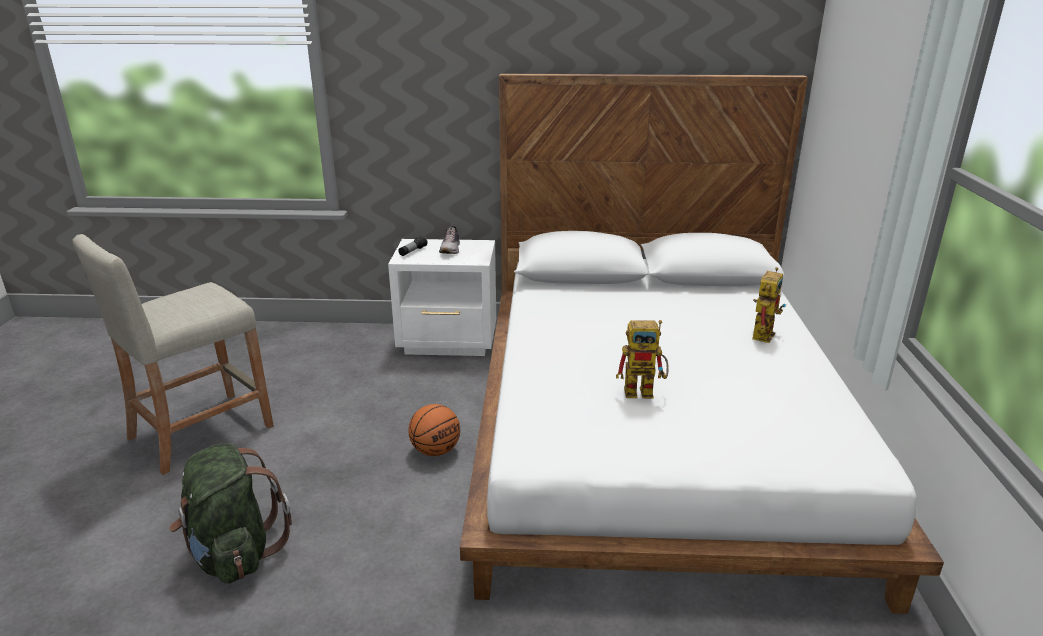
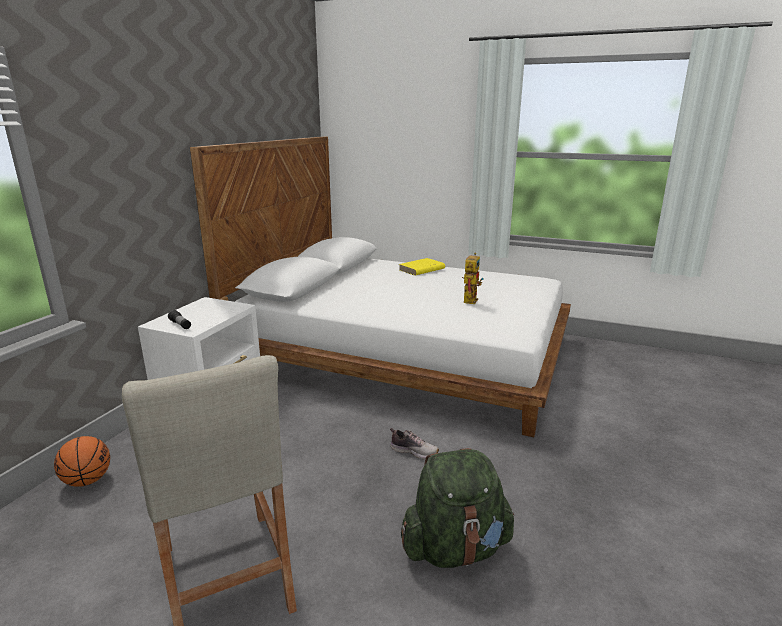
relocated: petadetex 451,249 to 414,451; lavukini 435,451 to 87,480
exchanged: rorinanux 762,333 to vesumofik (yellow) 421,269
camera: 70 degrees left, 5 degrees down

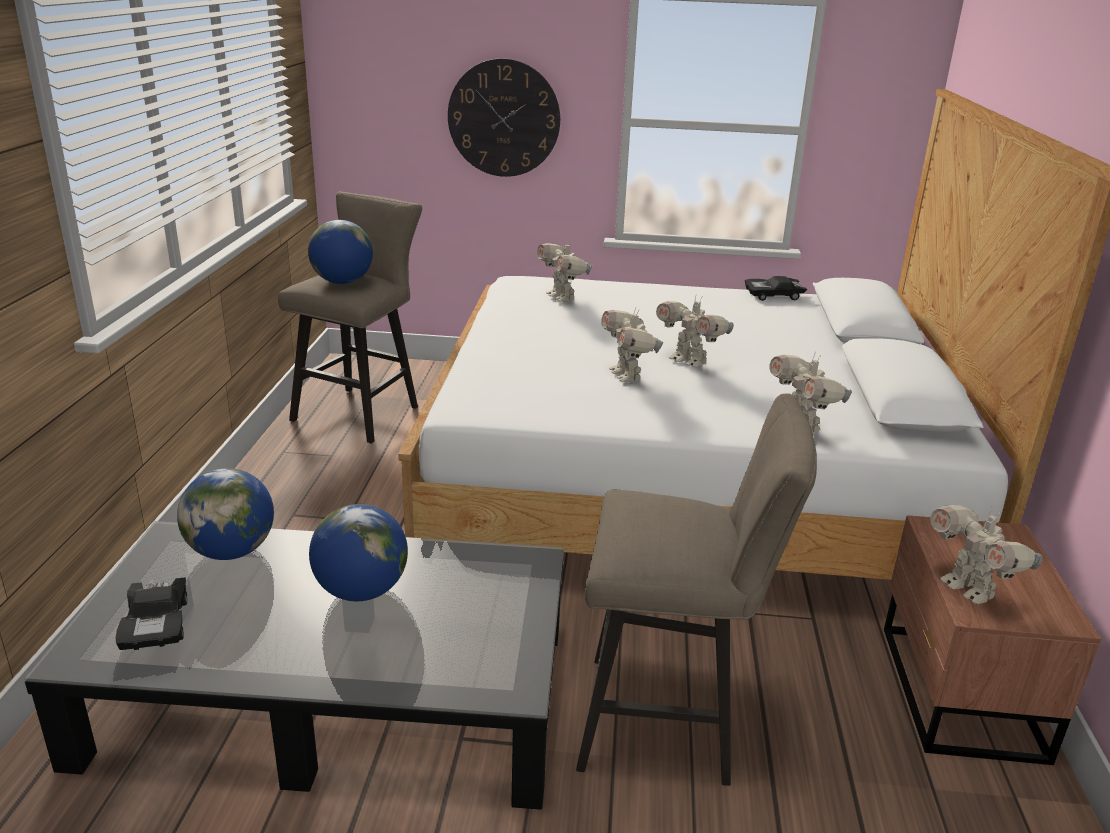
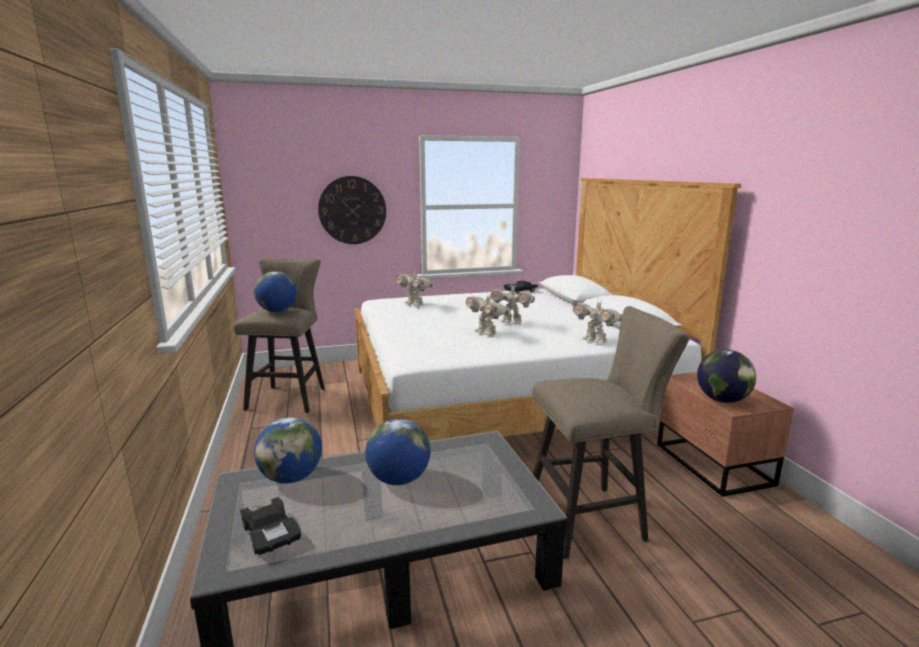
exchanged: rorinanux 969,589 to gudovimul 722,400
camera: 20 degrees left, 10 degrees down

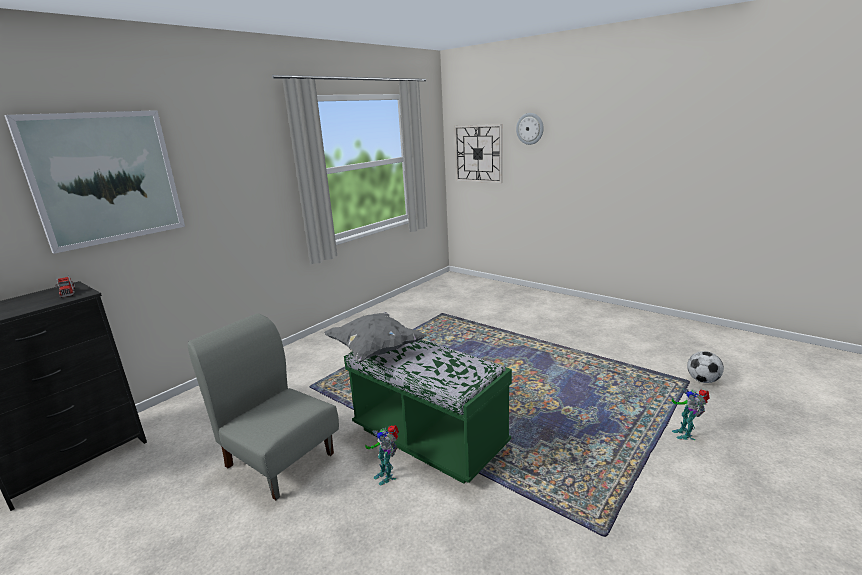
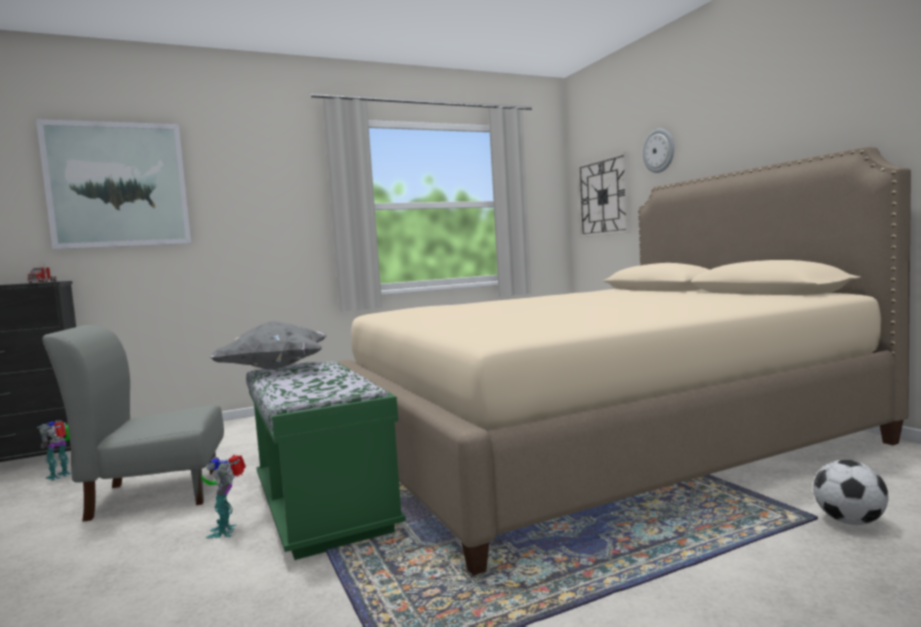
appeared: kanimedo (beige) 599,443
relocated: rorinanux 685,433 to 61,476
spun: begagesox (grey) 279,459 = 155,494 75 degrees counterclockwise
camera: 25 degrees right, 15 degrees down

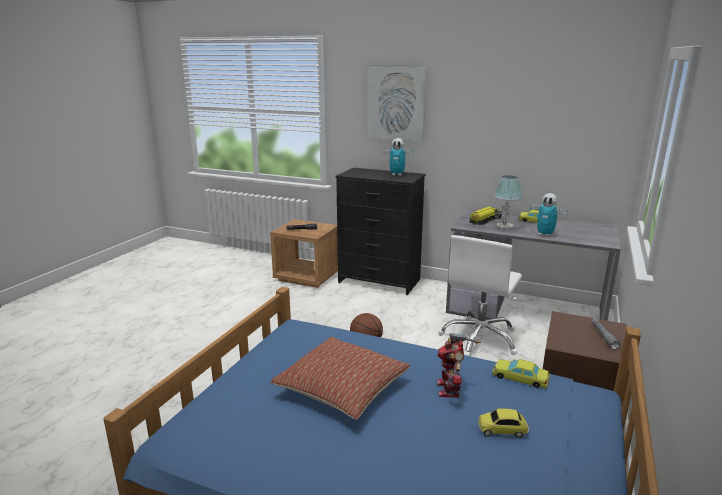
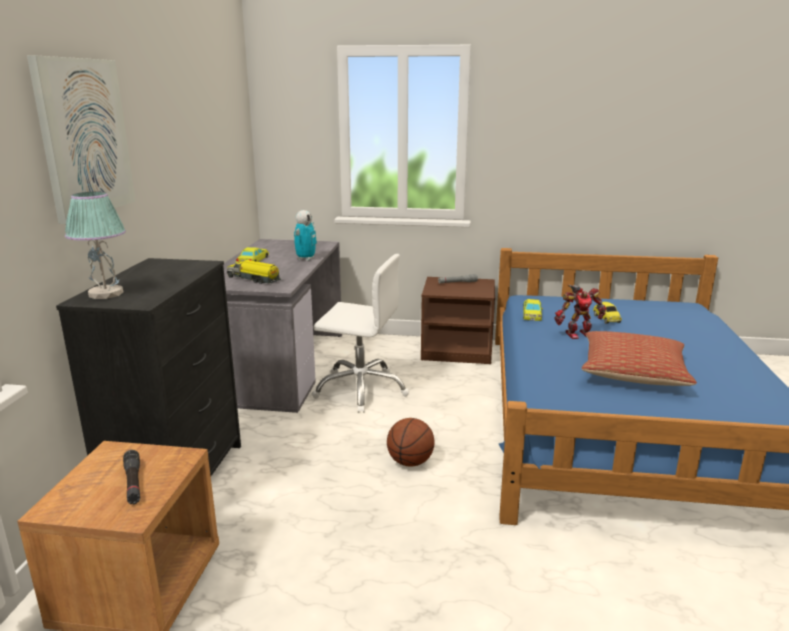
missing: rorinanux 397,175
relocated: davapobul 505,227 to 106,294
camera: 105 degrees left, 0 degrees up

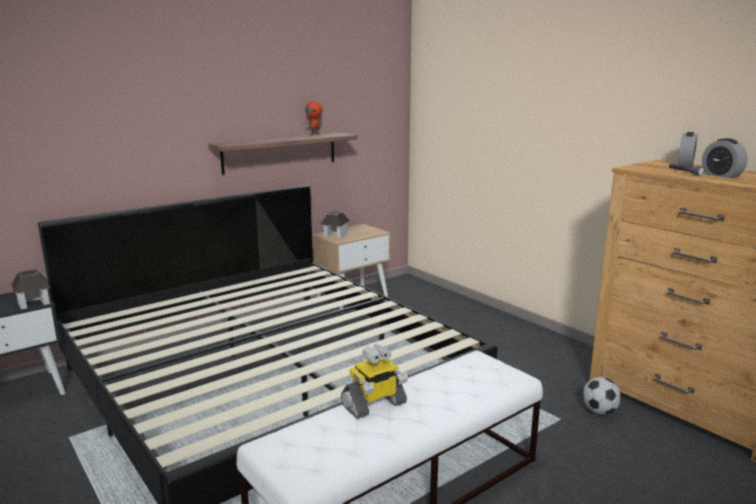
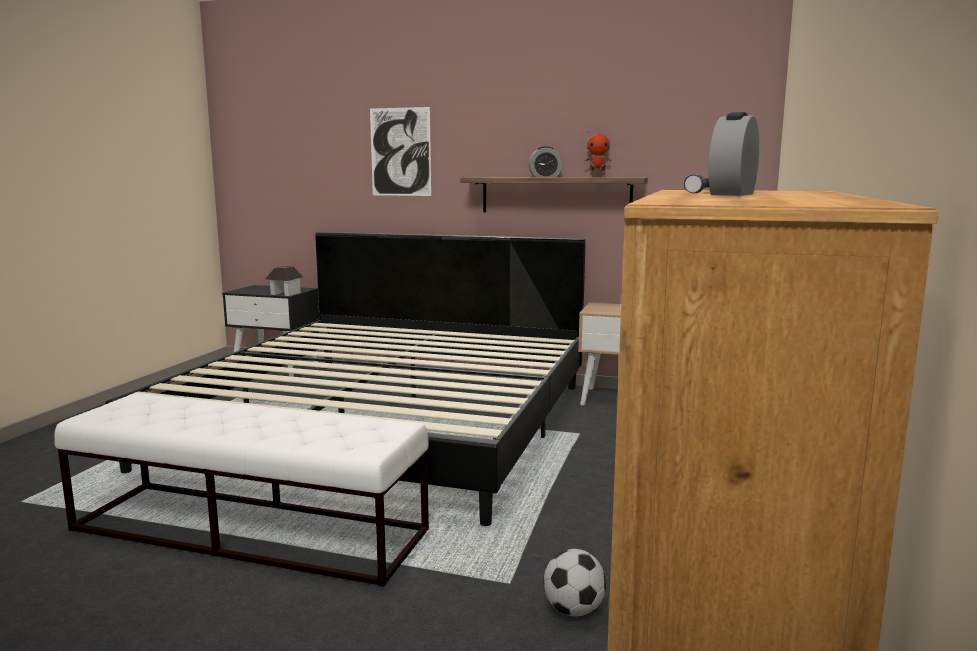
missing: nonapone 335,235; rorinanux 374,405
appeared: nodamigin 400,152
relocated: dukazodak 685,166 to 545,177
camera: 55 degrees right, 5 degrees down

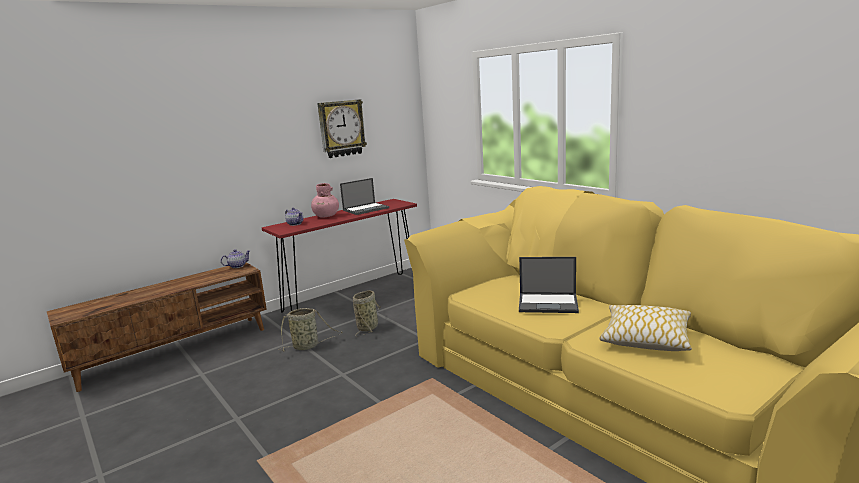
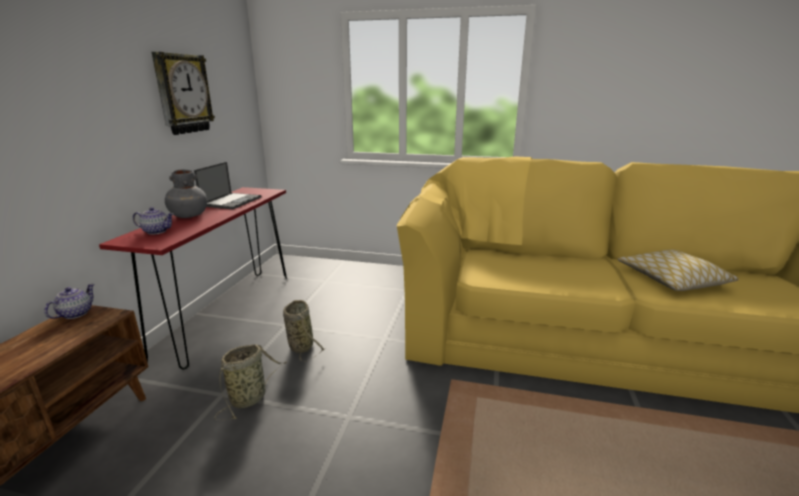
missing: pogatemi 549,303
colour: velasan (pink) 326,216 to velasan (grey) 188,215
camera: 40 degrees left, 5 degrees up

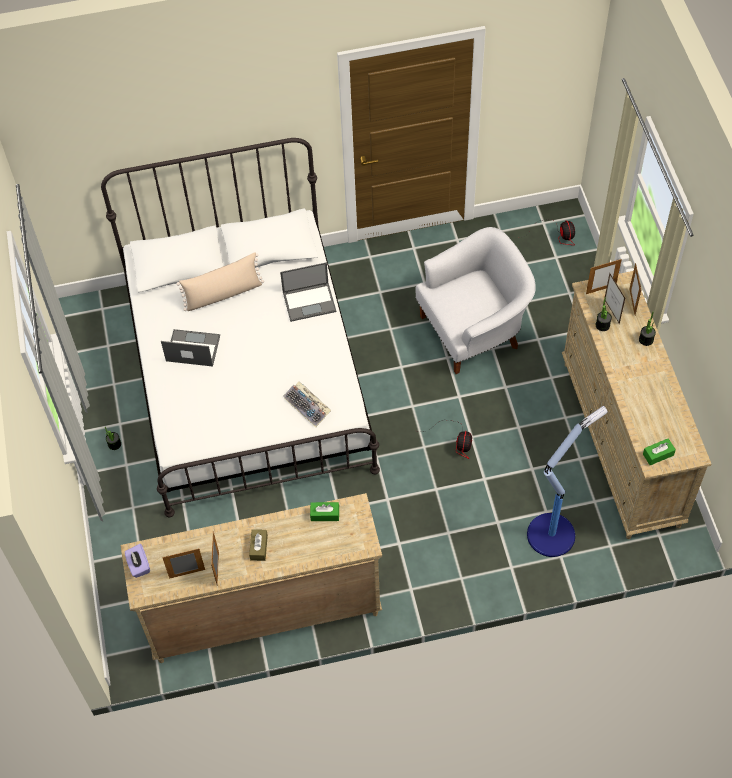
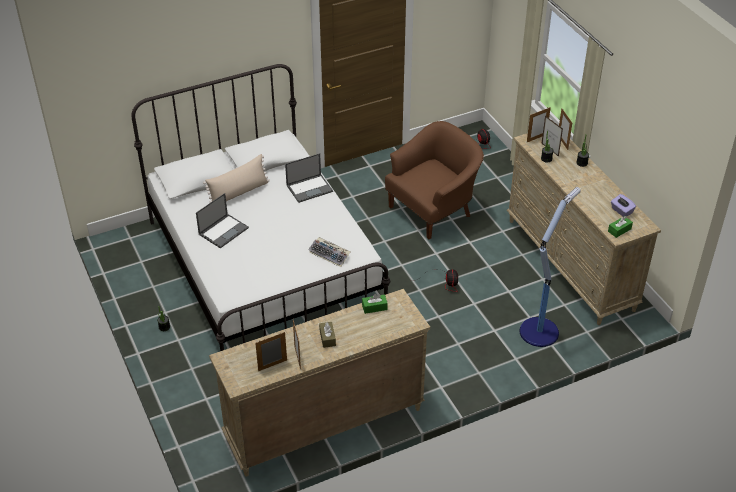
relocated: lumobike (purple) 139,565 to 621,211
colour: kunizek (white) 474,331 to kunizek (brown) 433,210
spun: pogatemi 192,348 = 224,231 135 degrees clockwise
camera: 15 degrees left, 15 degrees down

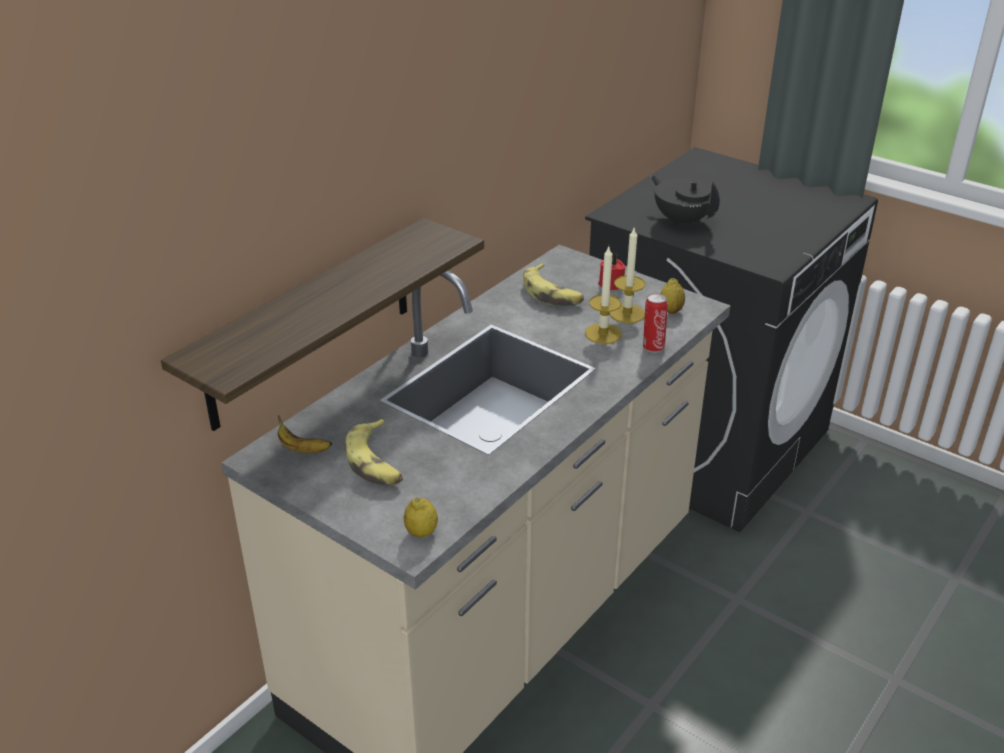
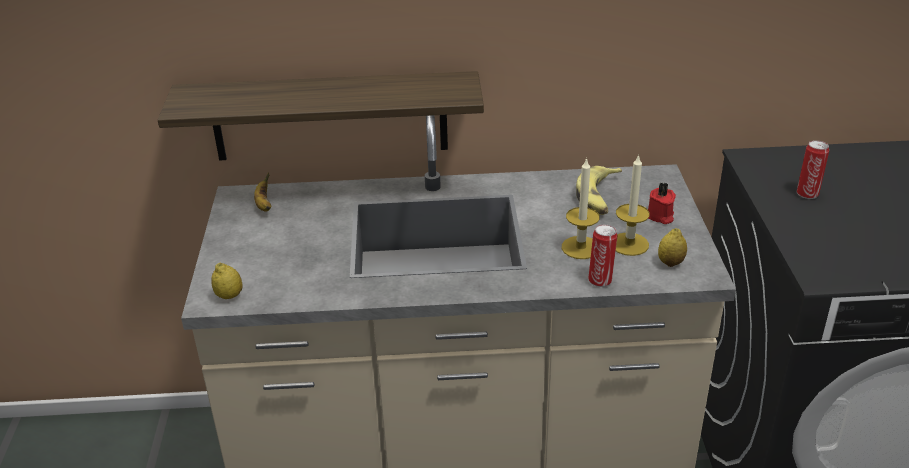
missing: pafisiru 376,462
exchanged: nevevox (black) 682,220 to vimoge 807,193
camera: 50 degrees right, 0 degrees up

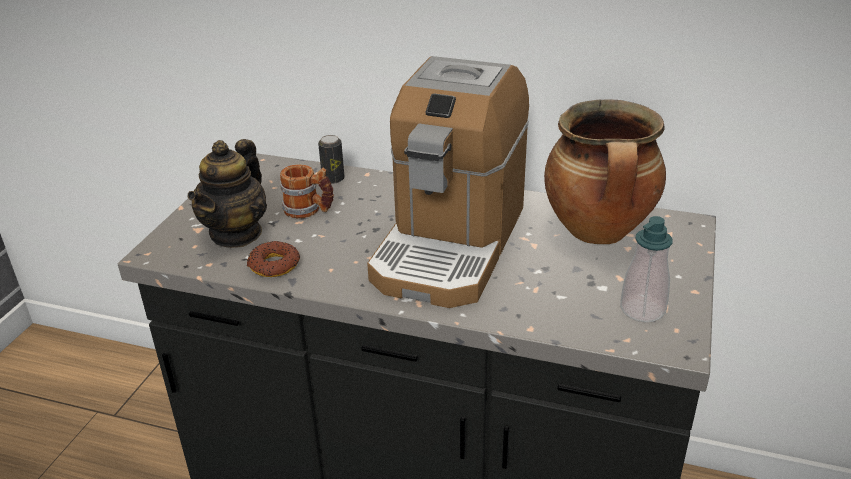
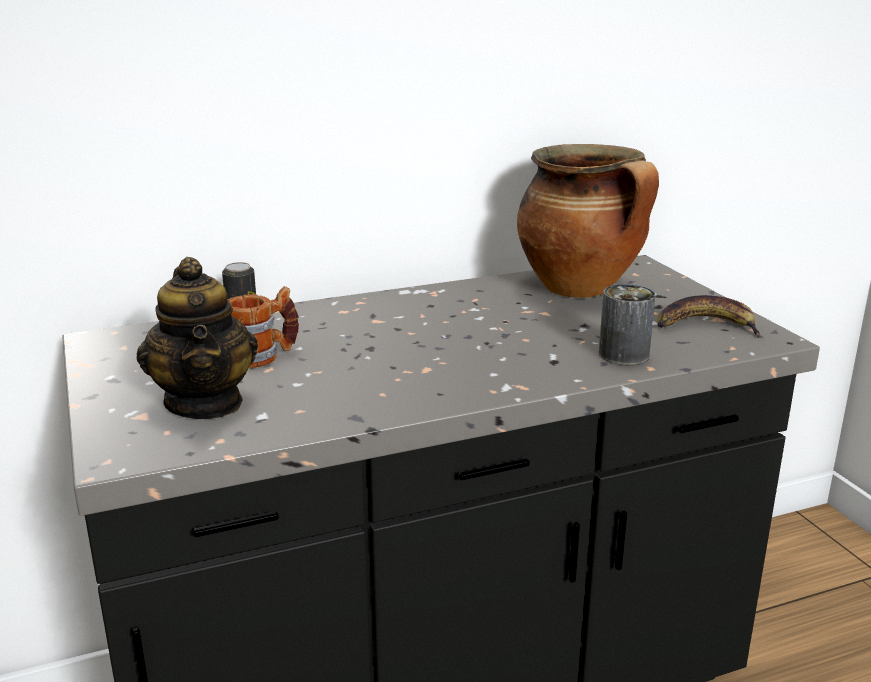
missing: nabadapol 450,243; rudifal 274,265
appeared: vimoge 623,354
exchanged: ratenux 642,309 to pafisiru 707,325
camera: 40 degrees left, 10 degrees down

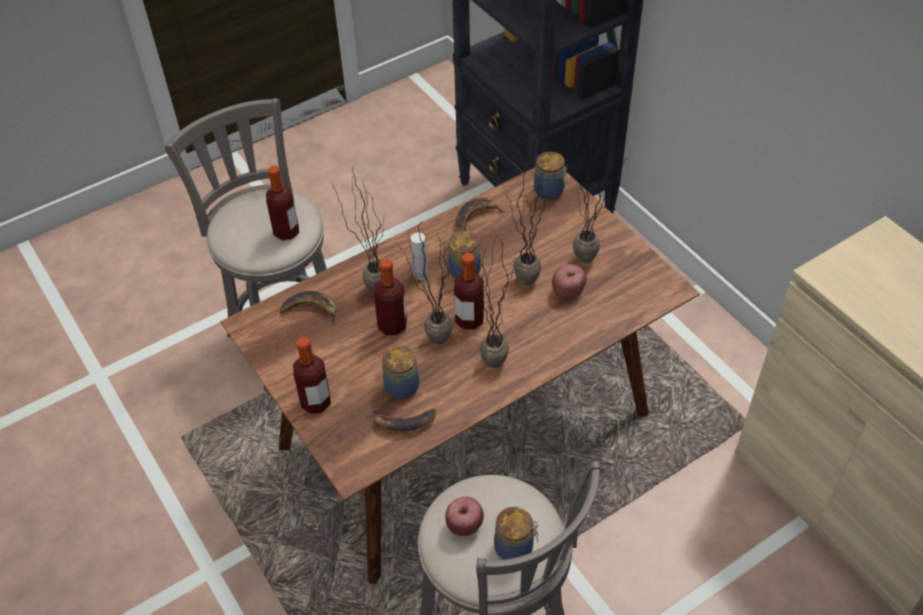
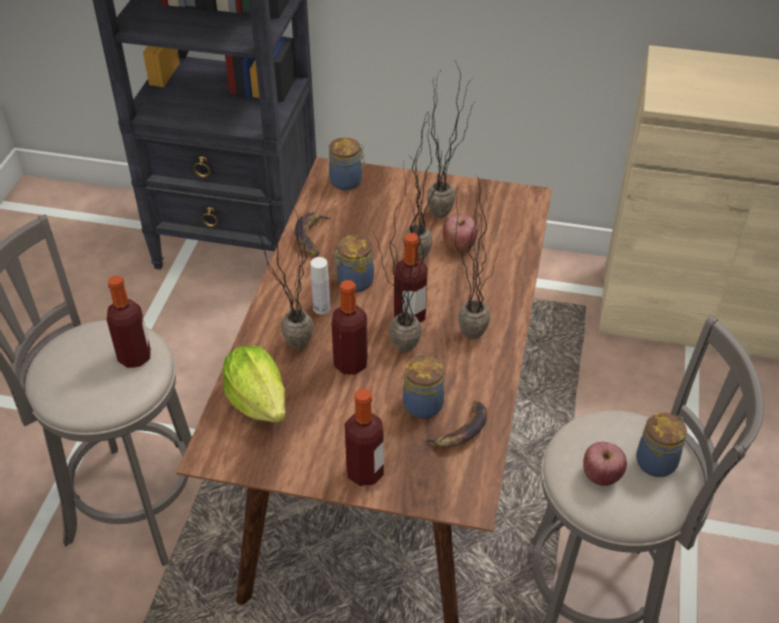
exchanged: pafisiru 311,310 to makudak 258,401
camera: 45 degrees left, 5 degrees down

